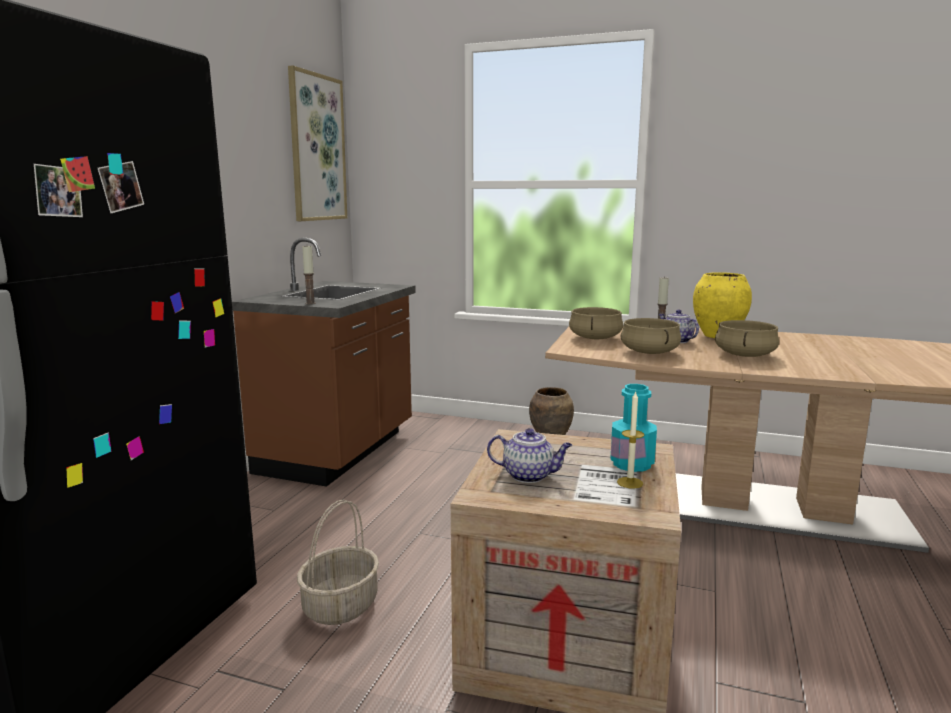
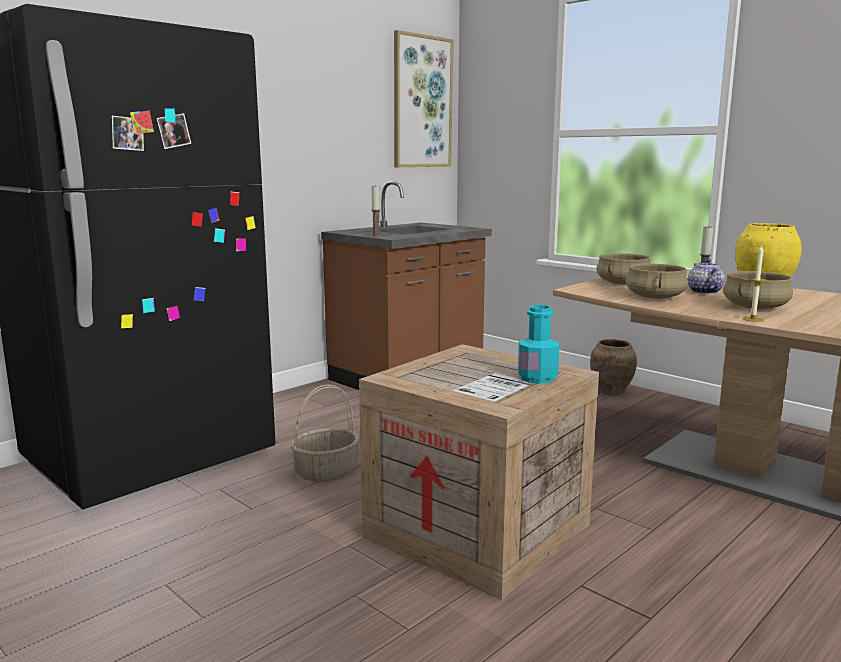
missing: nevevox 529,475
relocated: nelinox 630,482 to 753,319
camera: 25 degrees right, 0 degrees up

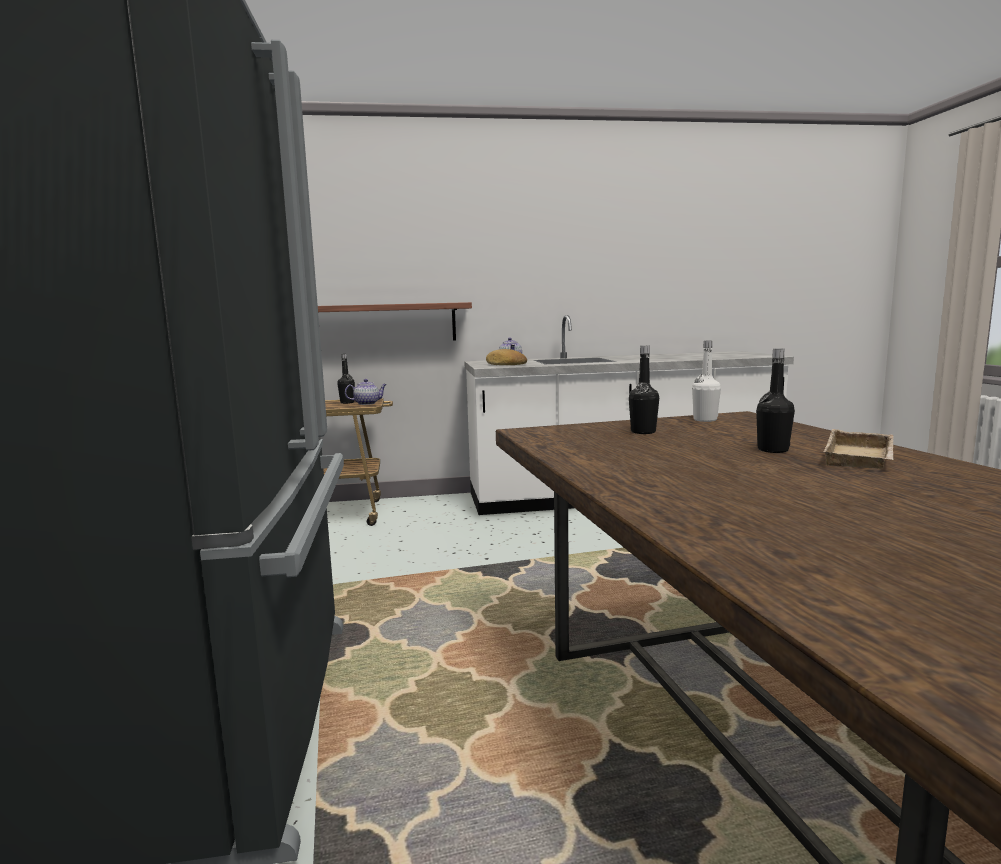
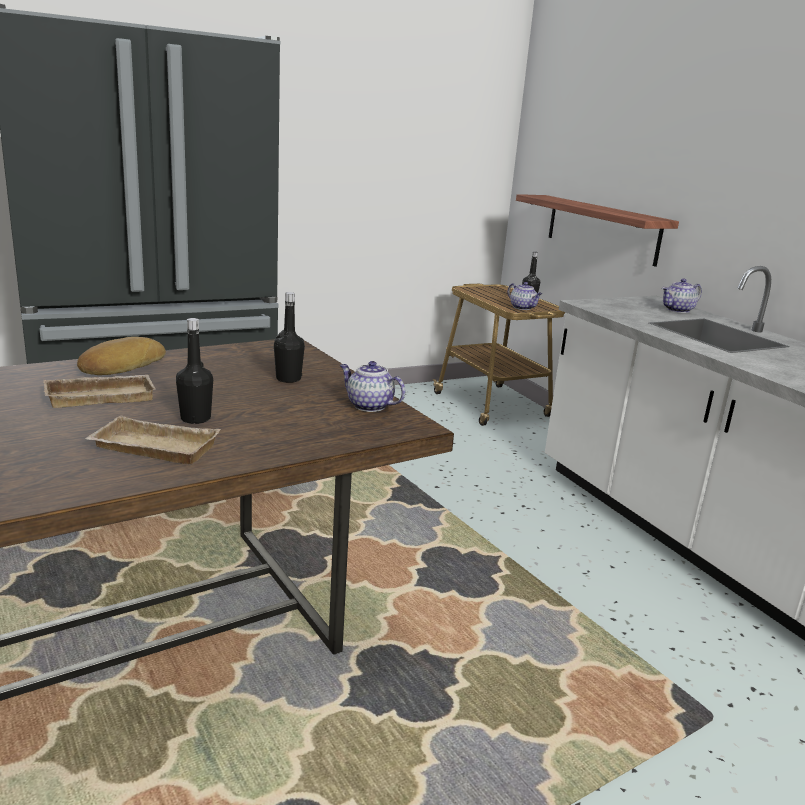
appeared: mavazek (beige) 101,396
relocated: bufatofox 505,364 to 121,365
exchanged: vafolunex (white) 705,420 to nevevox 368,406
camera: 70 degrees right, 10 degrees up

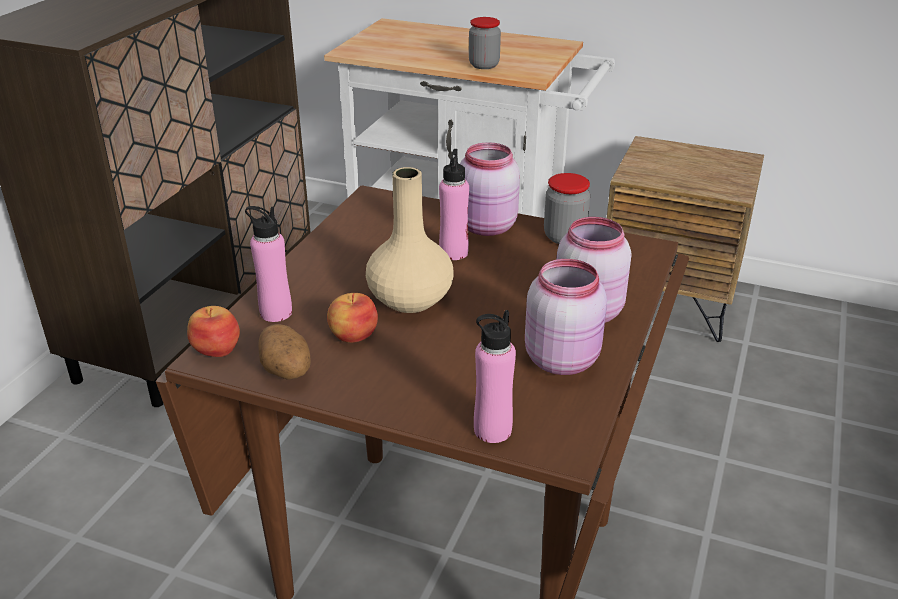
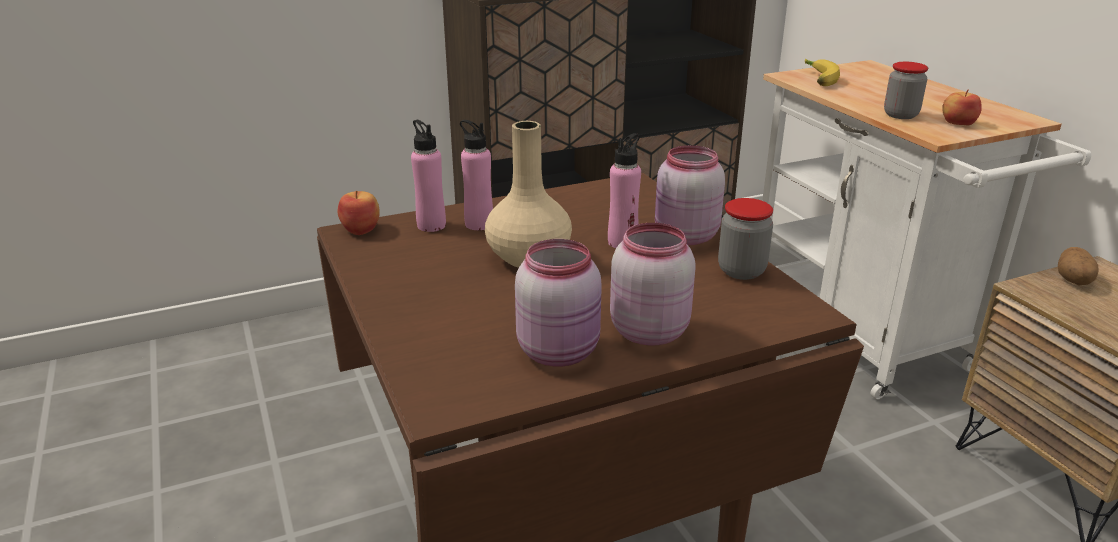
appeared: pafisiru 817,79
relocated: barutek 353,335 to 958,123; vafolunex (pink) 492,430 to 479,224; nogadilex 287,371 to 1073,281
camera: 45 degrees right, 5 degrees down

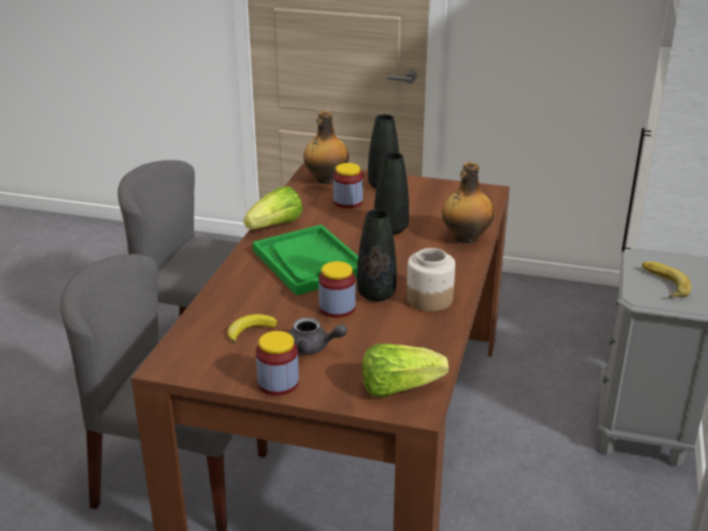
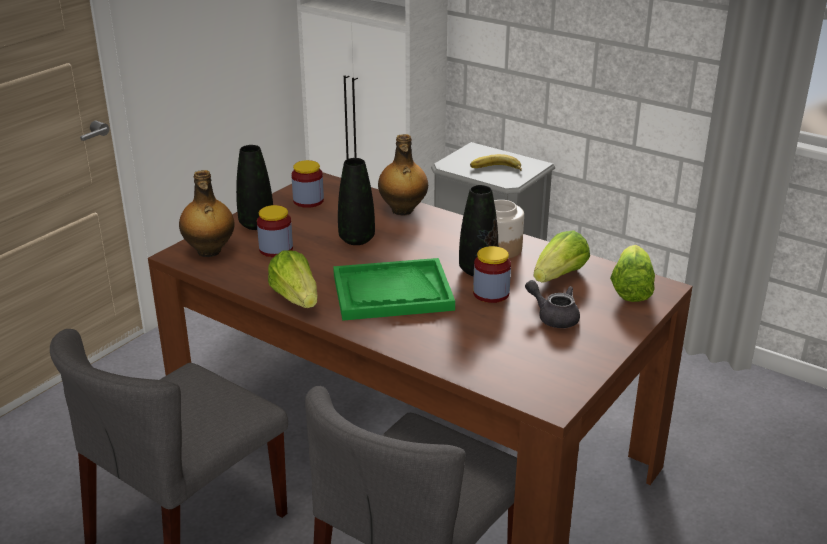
missing: pafisiru 250,330
appeared: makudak 559,276
relocated: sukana 278,383 to 308,201
spun: nevevox (grey) 313,347 = 553,317 90 degrees counterclockwise
camera: 70 degrees left, 0 degrees up

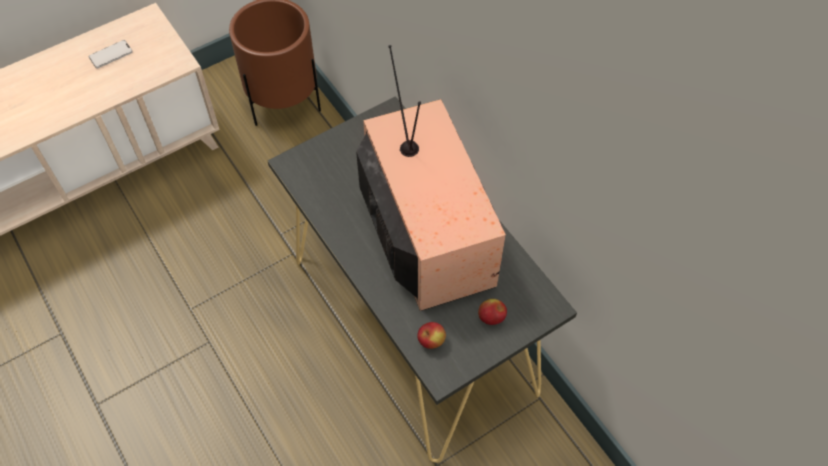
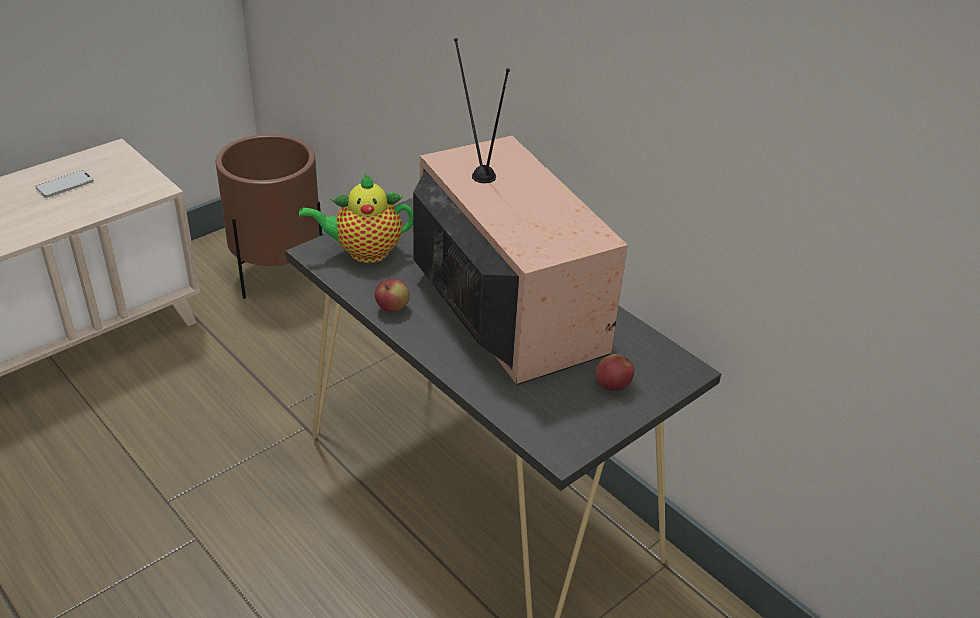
appeared: nevevox 364,252
relocated: barutek 431,341 to 392,308
camera: 10 degrees left, 20 degrees down

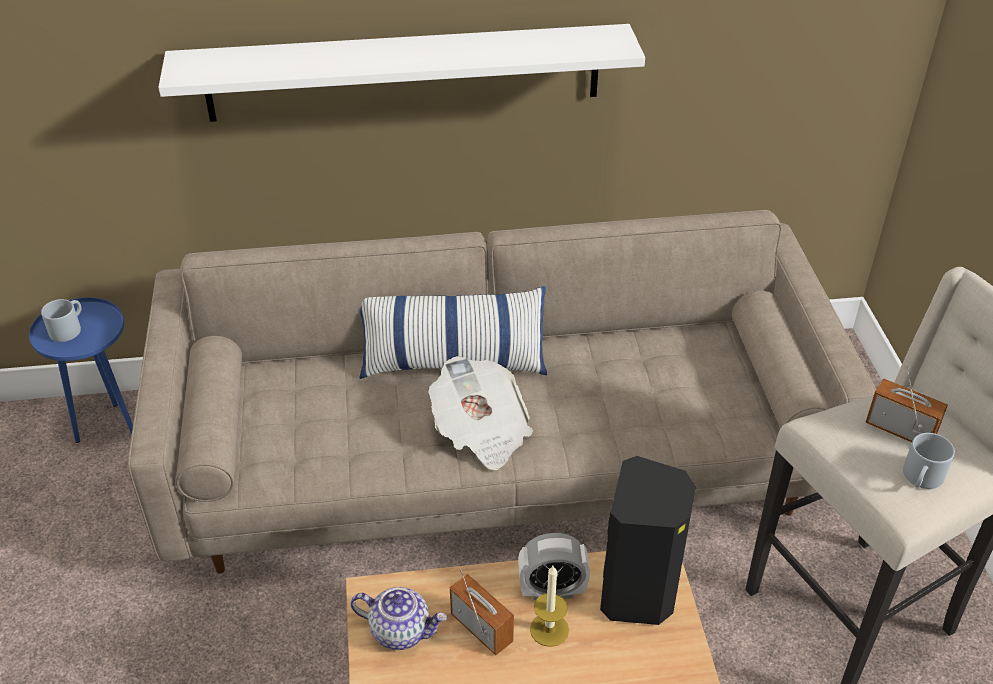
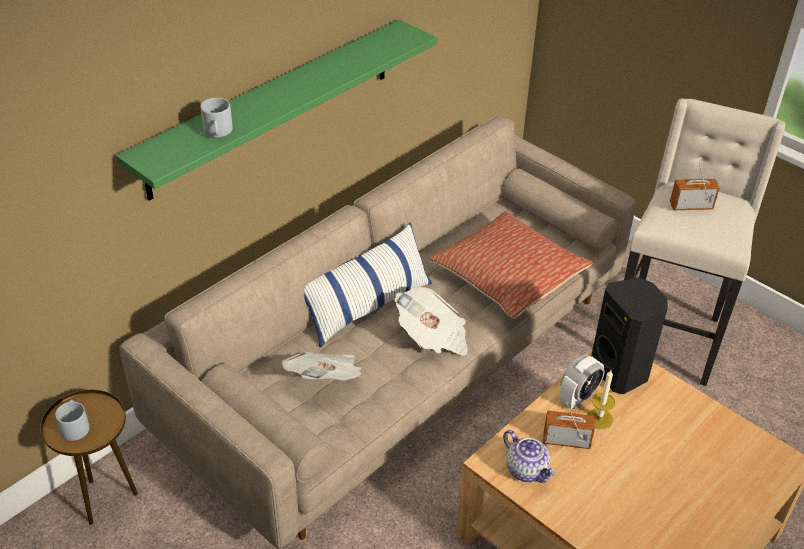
appeared: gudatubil 508,277; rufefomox 326,380
relocated: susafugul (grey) 922,479 to 218,132
colour: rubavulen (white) 404,73 to rubavulen (green) 273,107; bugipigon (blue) 109,427 to bugipigon (brown) 106,499
spun: nevevox 401,630 = 527,470 75 degrees clockwise
camera: 40 degrees left, 0 degrees up

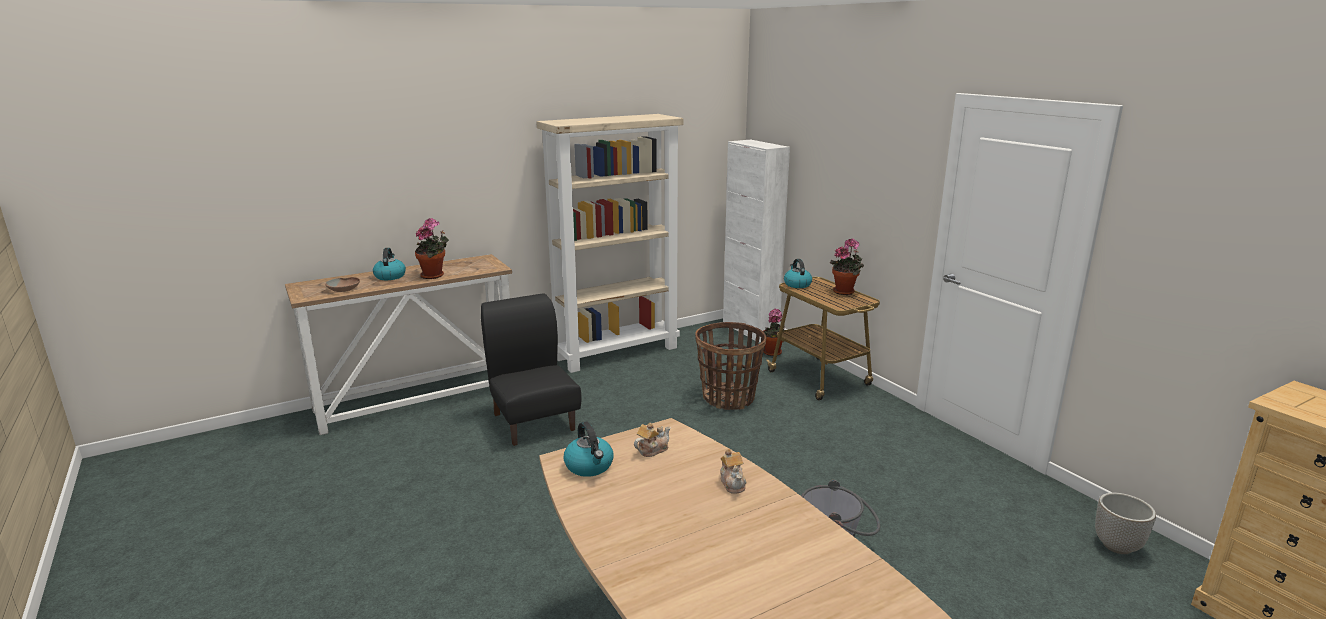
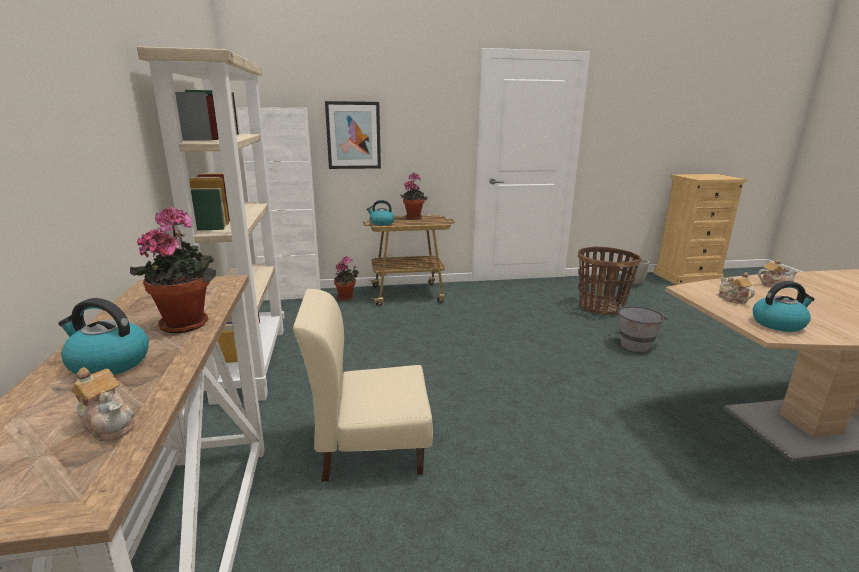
appeared: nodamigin 353,135
relocated: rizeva 728,398 to 601,308
exchanged: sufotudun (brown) 344,289 to nevevox 109,424
colour: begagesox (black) 534,421 to begagesox (beige) 370,447
camera: 70 degrees left, 0 degrees up

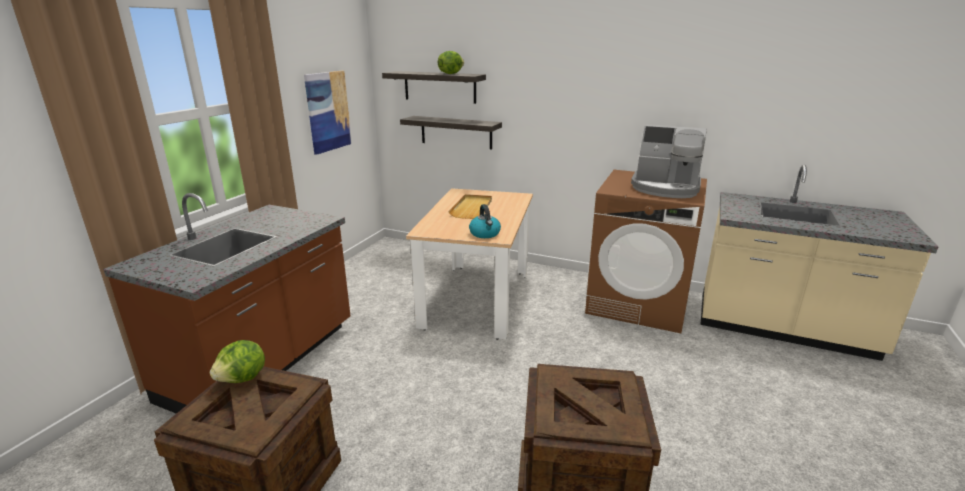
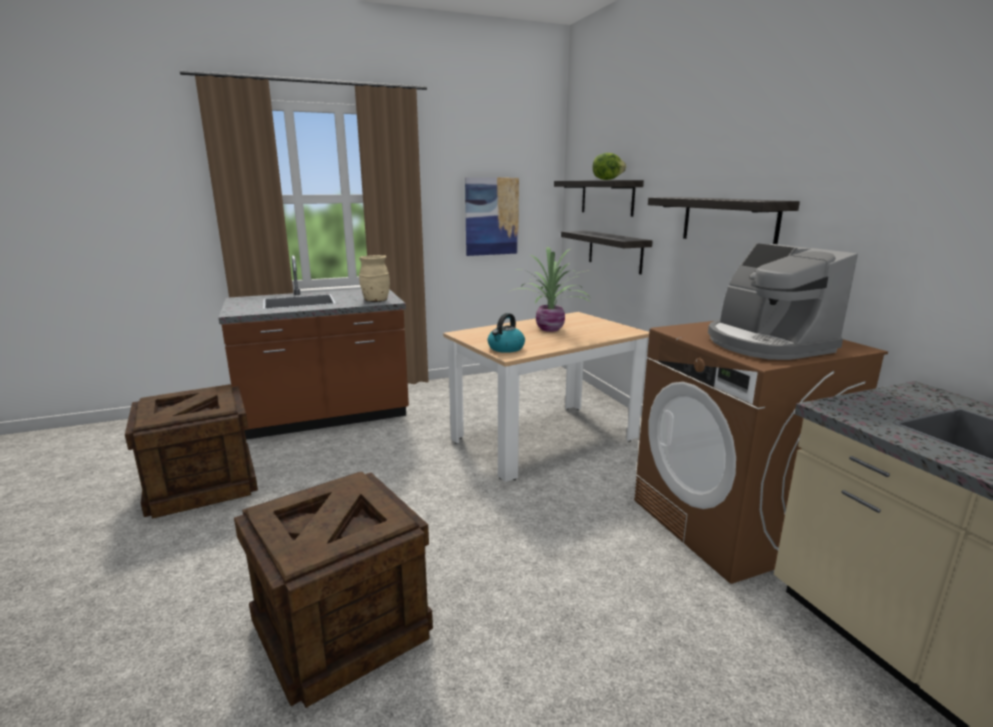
missing: makudak 243,379
appeared: rubavulen 728,221; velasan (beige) 375,301
exchanged: mavazek (beige) 472,208 to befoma 551,329
camera: 45 degrees right, 5 degrees down

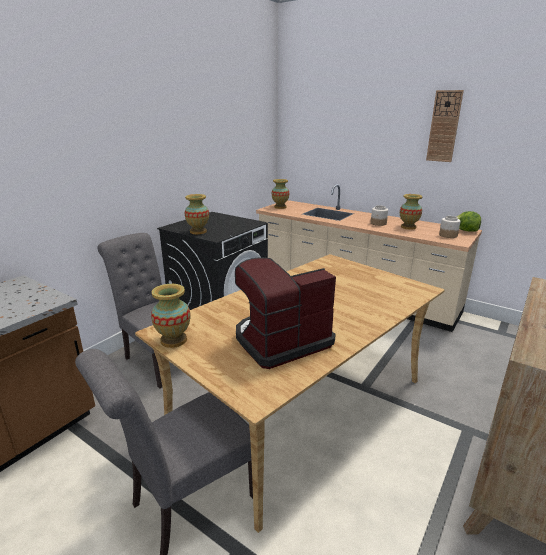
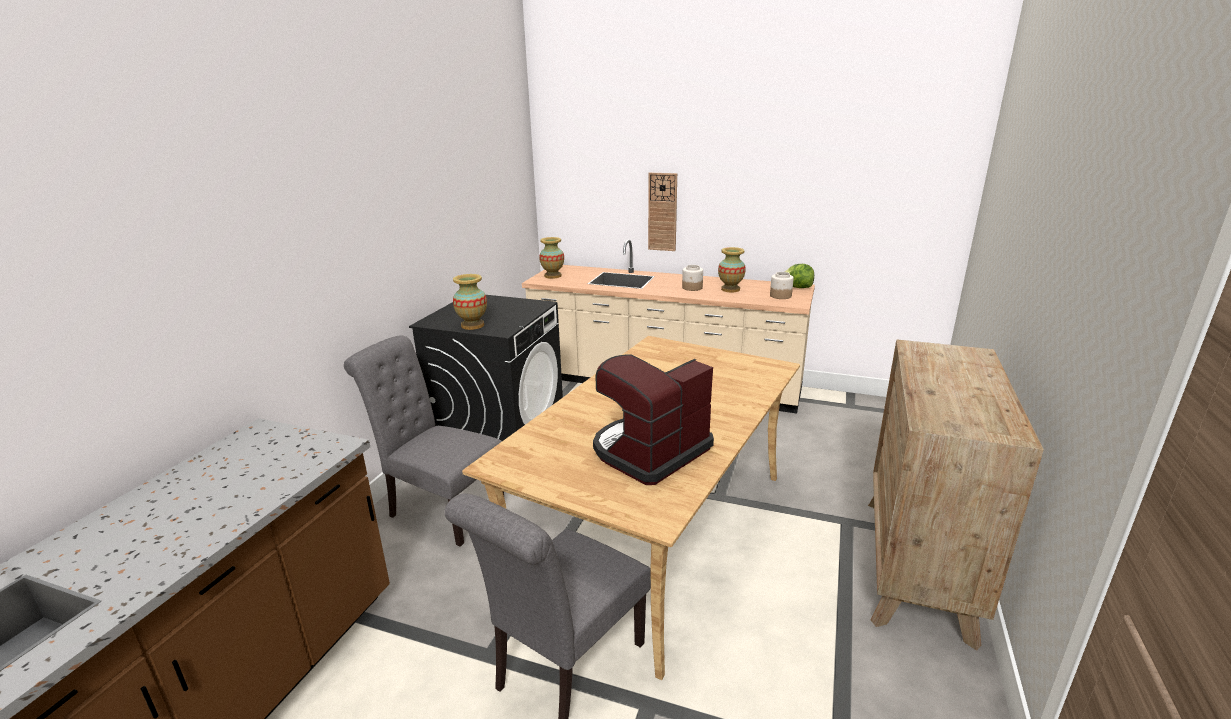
missing: velasan 173,340
relocated: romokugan 444,126 to 662,212
camera: 15 degrees left, 0 degrees up

